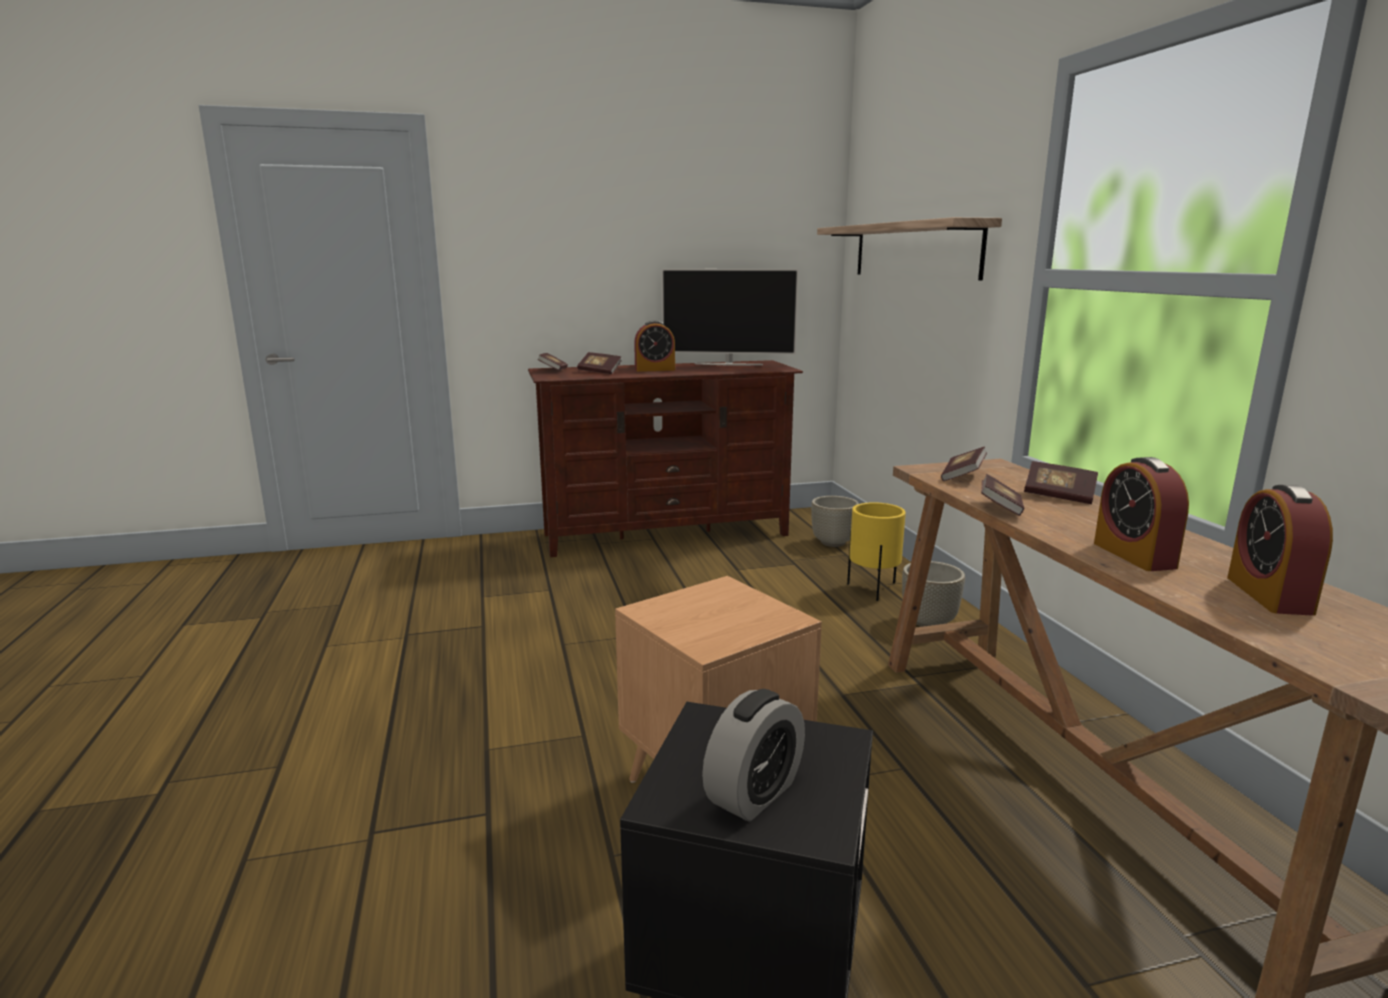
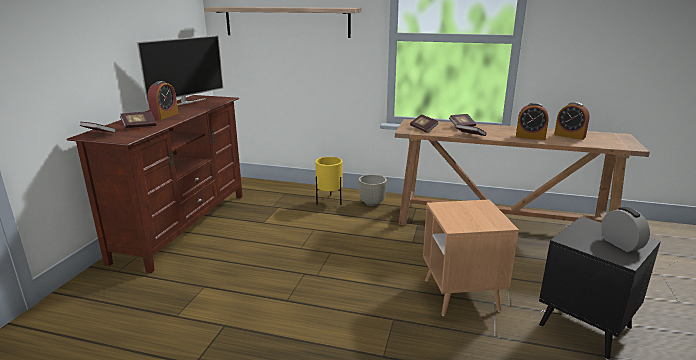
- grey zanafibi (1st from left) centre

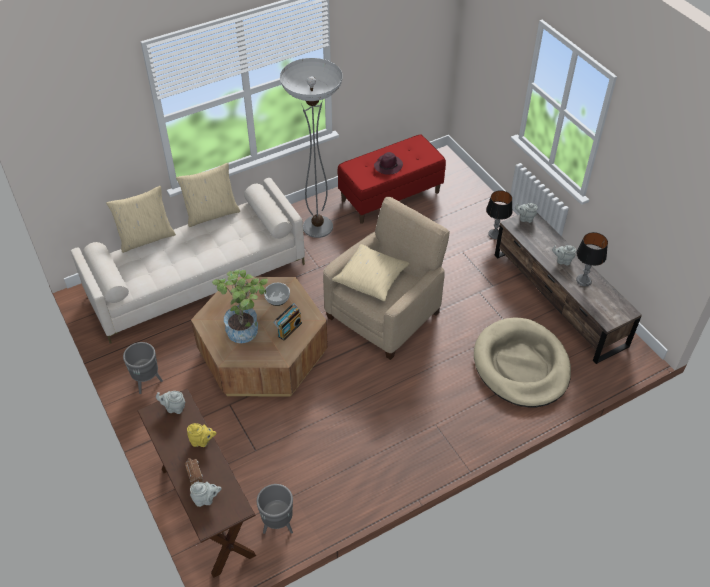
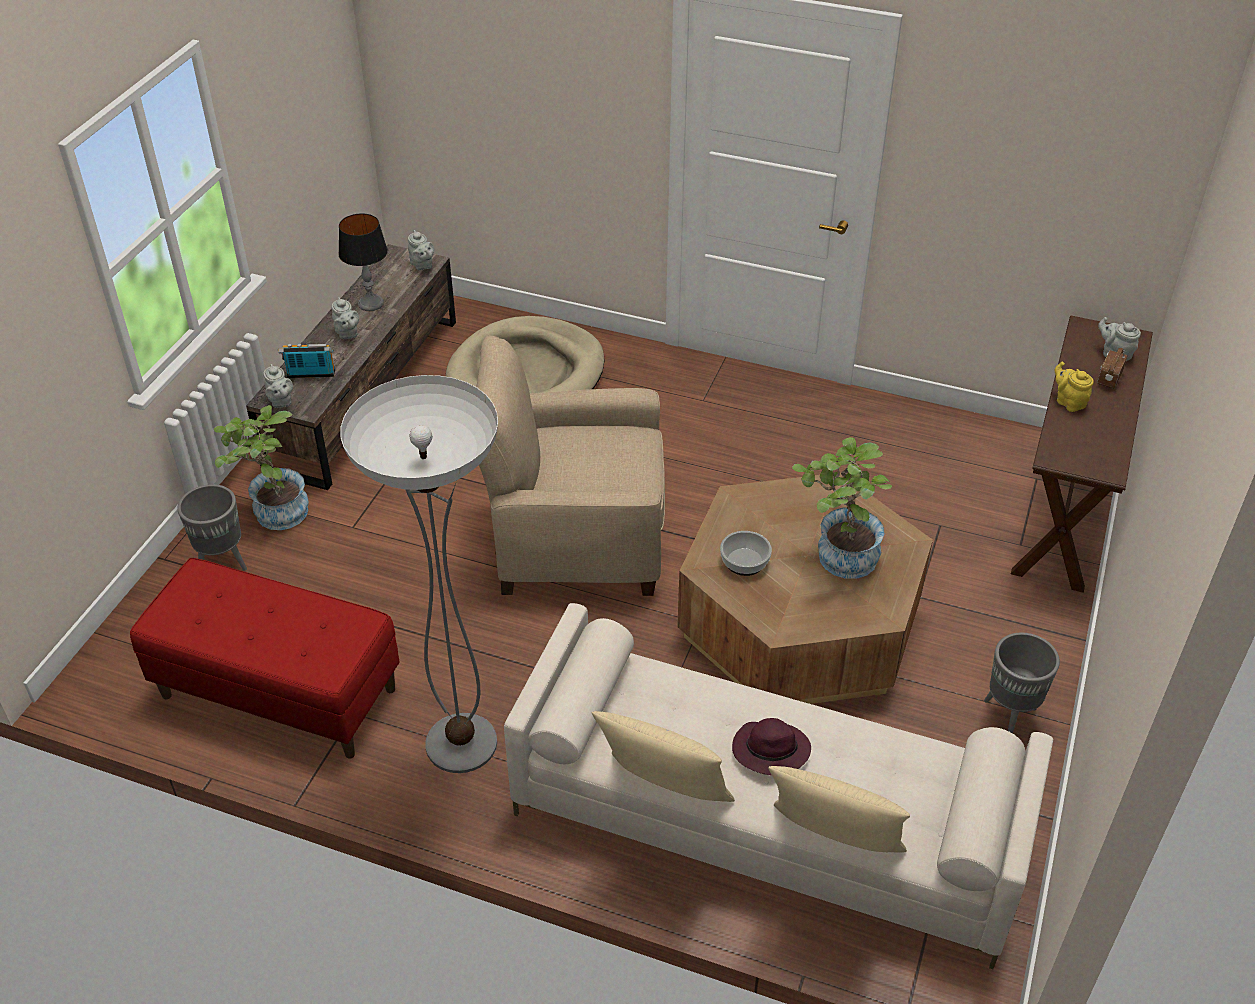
- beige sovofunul (3rd from left) centre
~ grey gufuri (1st from left in the first image) bottom left to grey gufuri (3rd from left) top centre
~ grey zanafibi (2nd from left in the first image) bottom centre to grey zanafibi (1st from left) middle left
~ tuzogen (2nd from left in the first image) centre to tuzogen (1st from left) middle left
~ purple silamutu top centre to bottom centre
~ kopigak (1st from left) middle right to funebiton (1st from left) middle left

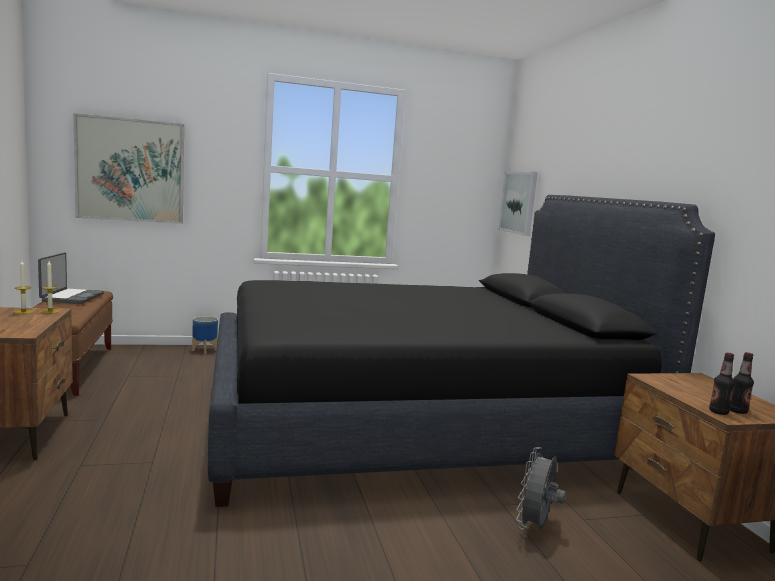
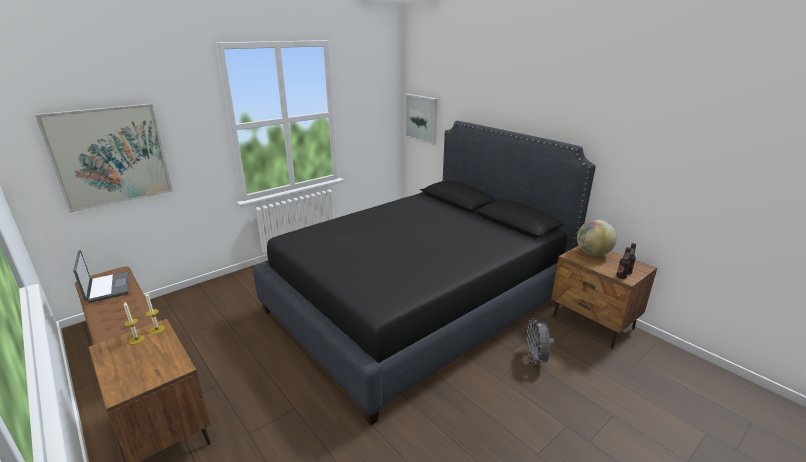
- zanafibi middle left
+ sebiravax middle right

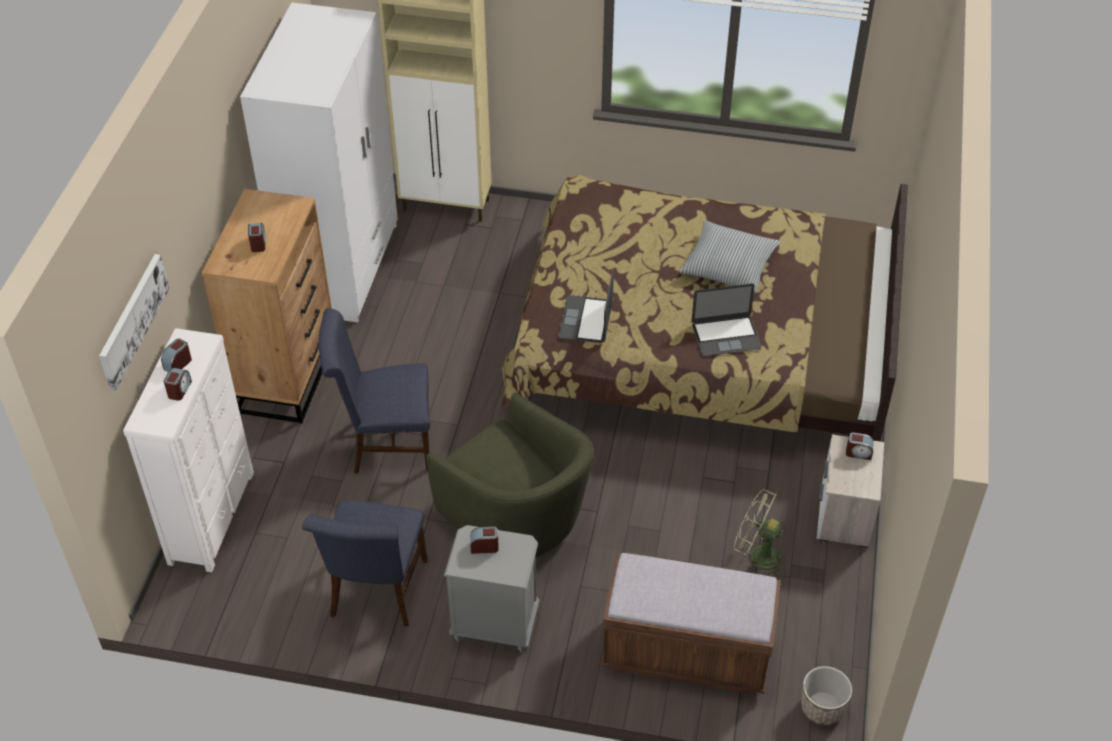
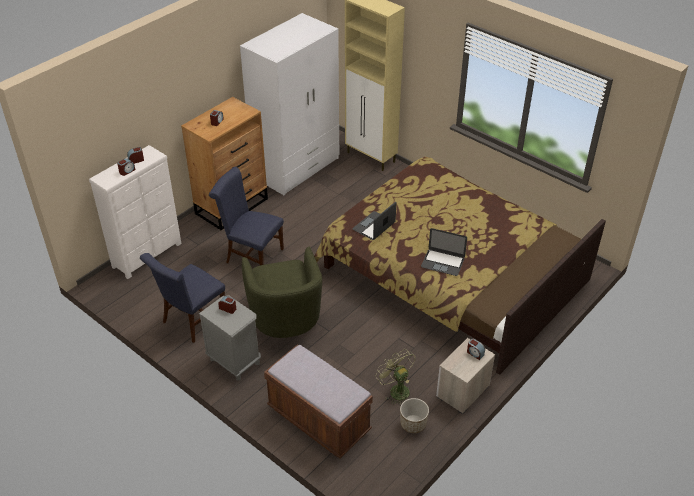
- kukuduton middle left
- sovofunul centre
~ zanafibi bottom right to bottom centre

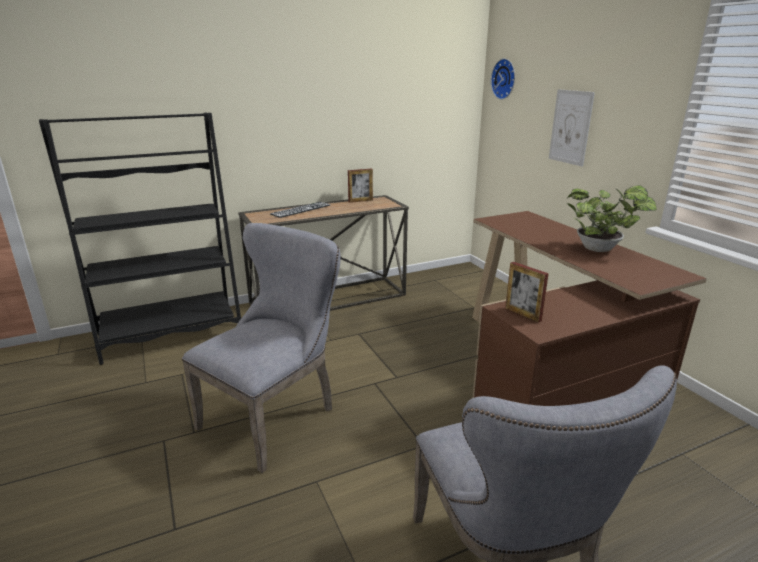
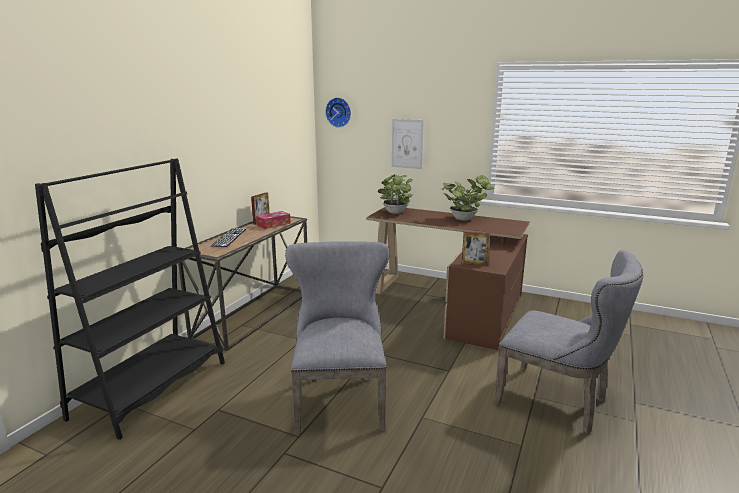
+ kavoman centre
+ funebiton (1st from left) centre

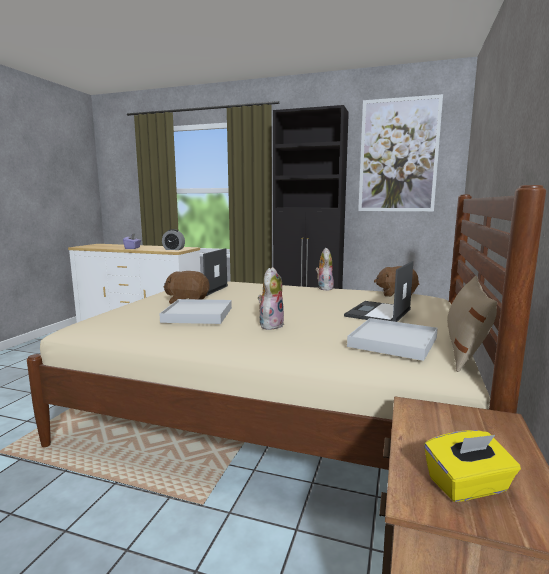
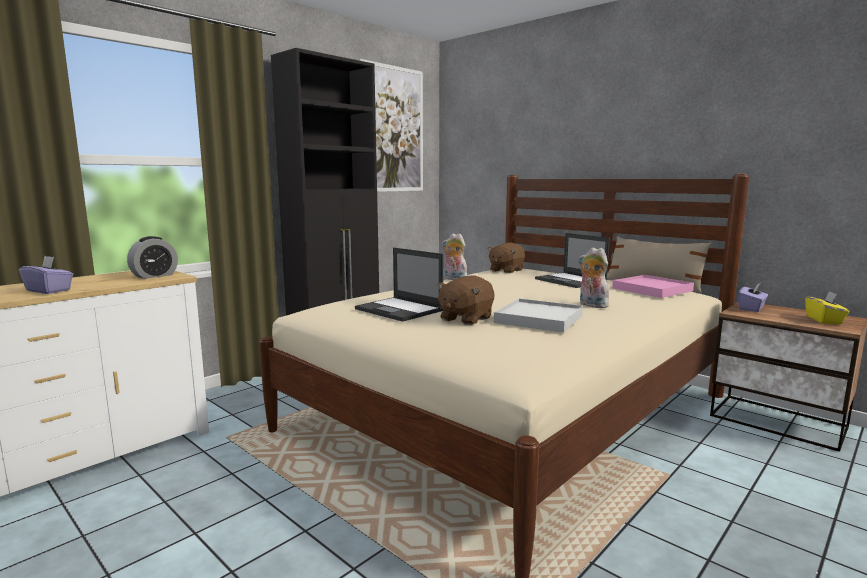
+ purple kavoman (2nd from left) middle right
~ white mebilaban (2nd from left) middle right to pink mebilaban middle right

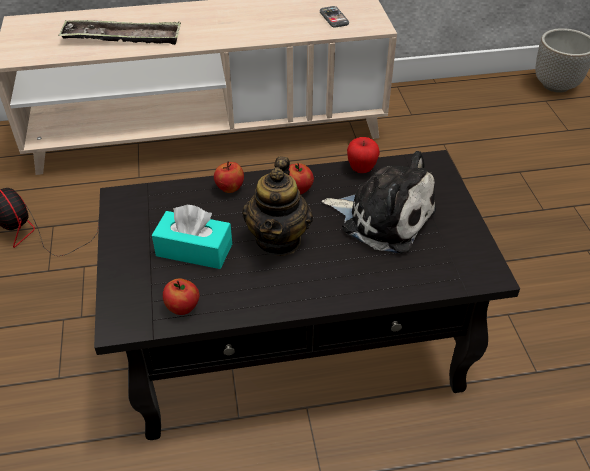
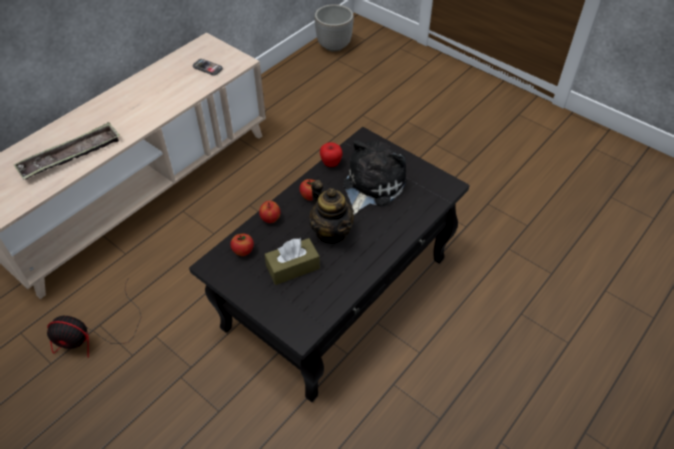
~ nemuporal (1st from left) middle left to centre
~ turquoise kavoman middle left to brown kavoman centre
~ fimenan centre = centre 45 degrees counterclockwise

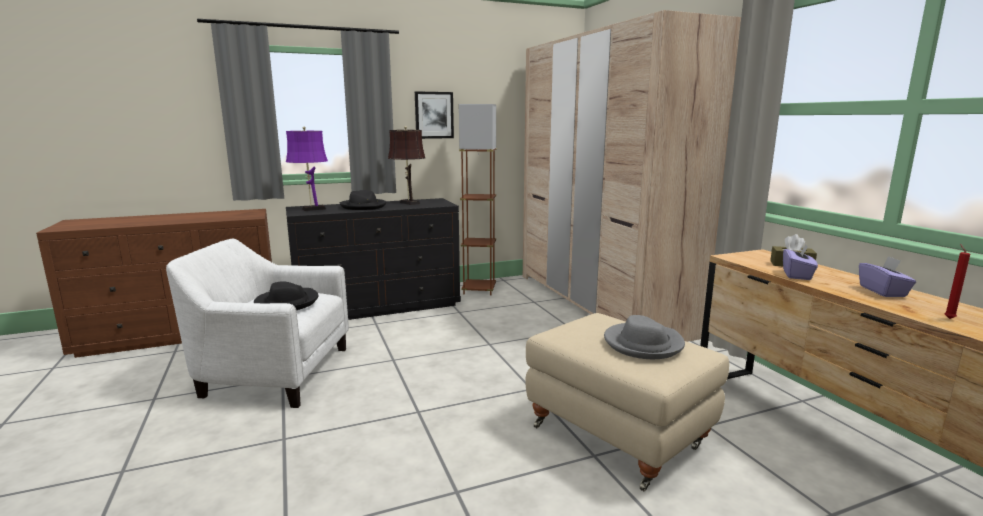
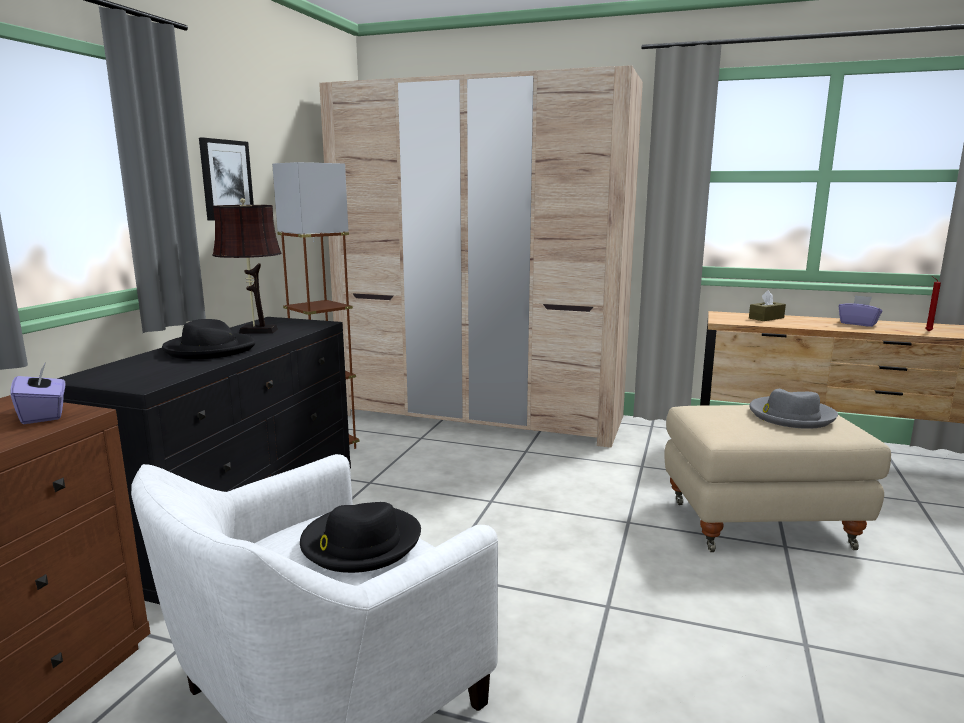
- purple kopigak top left
~ purple kavoman (1st from left) middle right to middle left

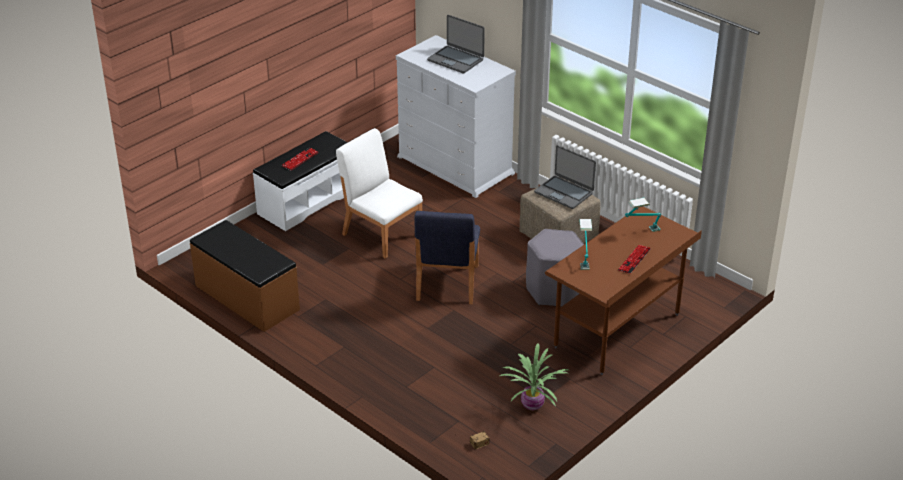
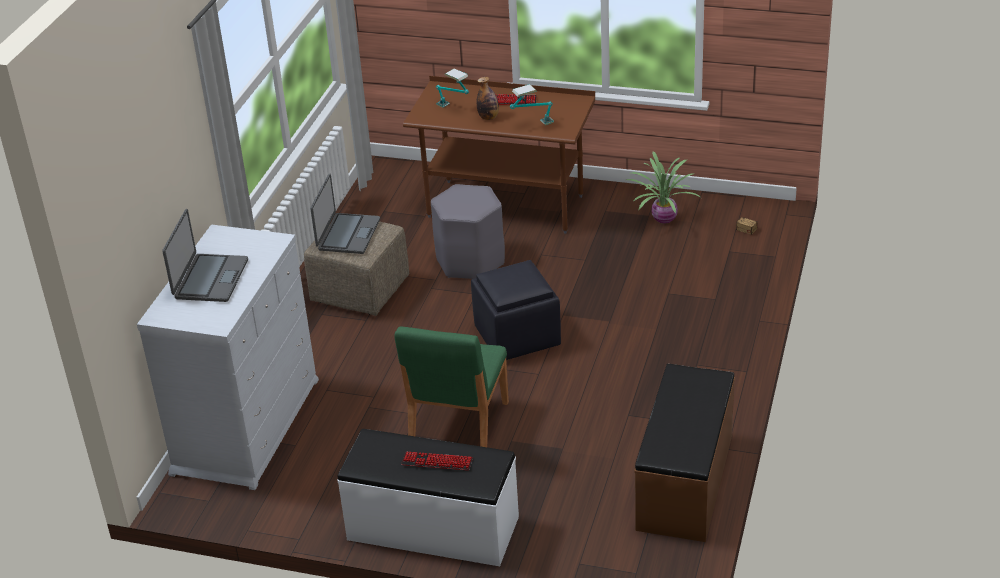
+ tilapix top centre
~ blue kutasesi centre to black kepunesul centre
~ white kutasesi centre to green kutasesi bottom centre

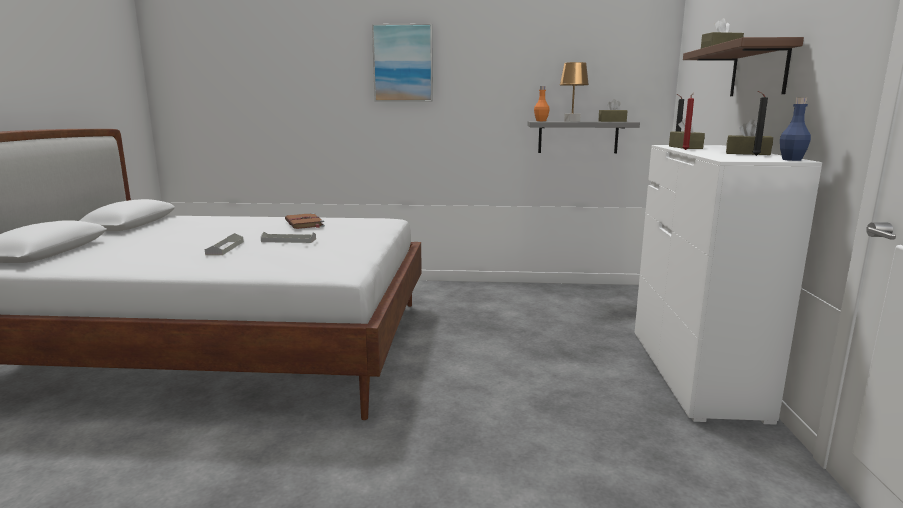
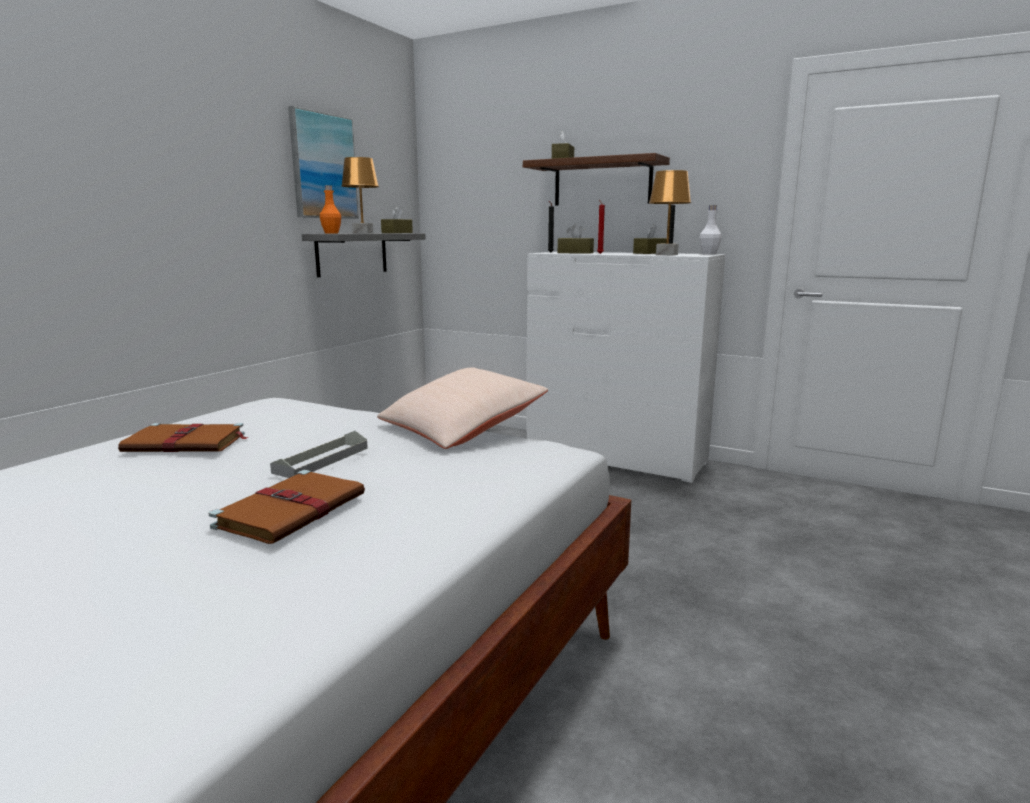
+ beige sovofunul centre
+ brown kopigak (2nd from left) top centre
~ kukuduton top centre to top left
~ grey mebilaban (1st from left) middle left to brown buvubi (2nd from left) middle left
~ blue tilapix top right to white tilapix top right

